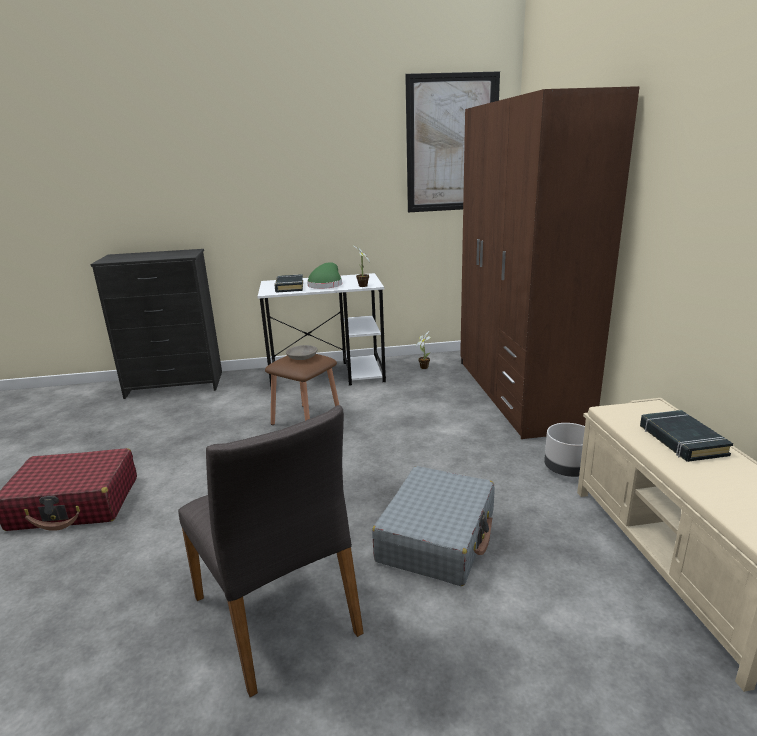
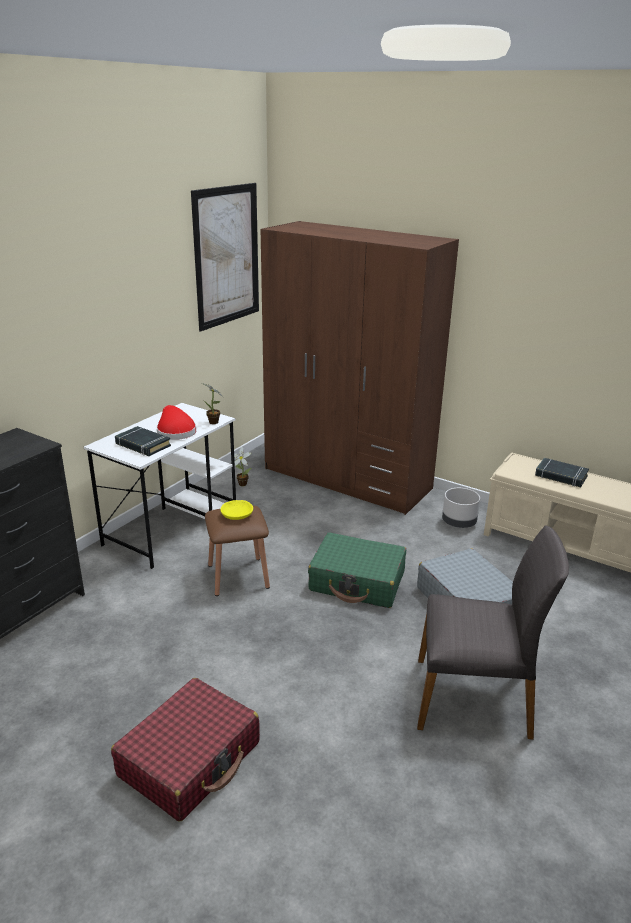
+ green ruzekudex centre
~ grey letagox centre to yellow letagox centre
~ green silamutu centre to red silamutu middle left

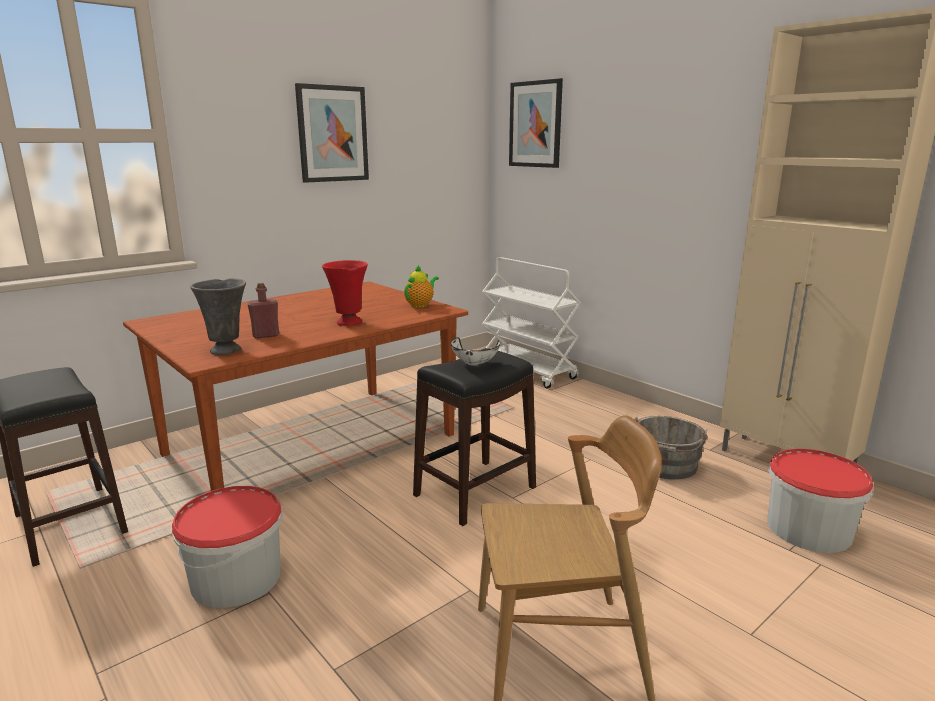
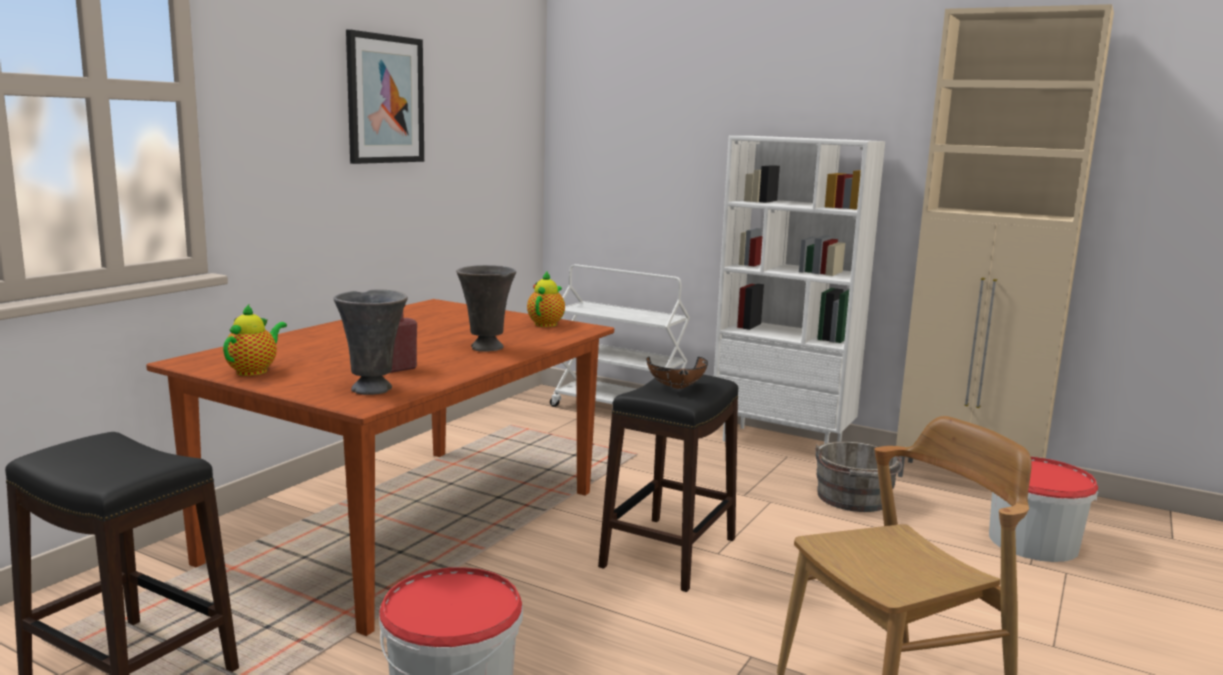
- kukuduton (2nd from left) top centre
+ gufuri (1st from left) middle left
+ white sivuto centre
~ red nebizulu centre to grey nebizulu (2nd from left) centre
~ white letagox centre to brown letagox centre

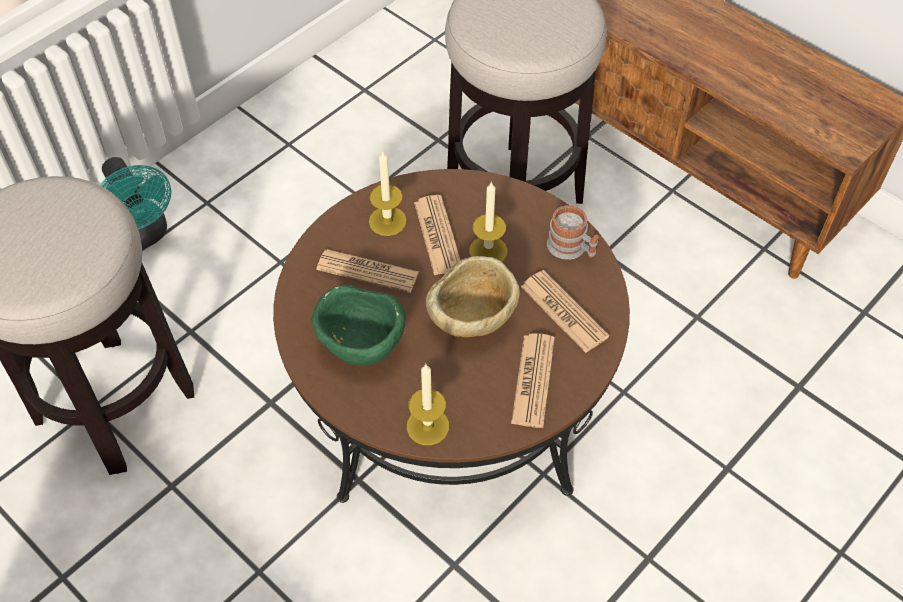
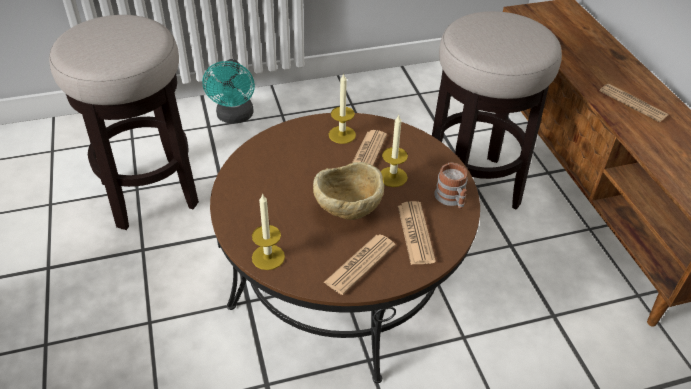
- green letagox centre
~ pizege (1st from left in the first image) centre to pizege (4th from left) top right

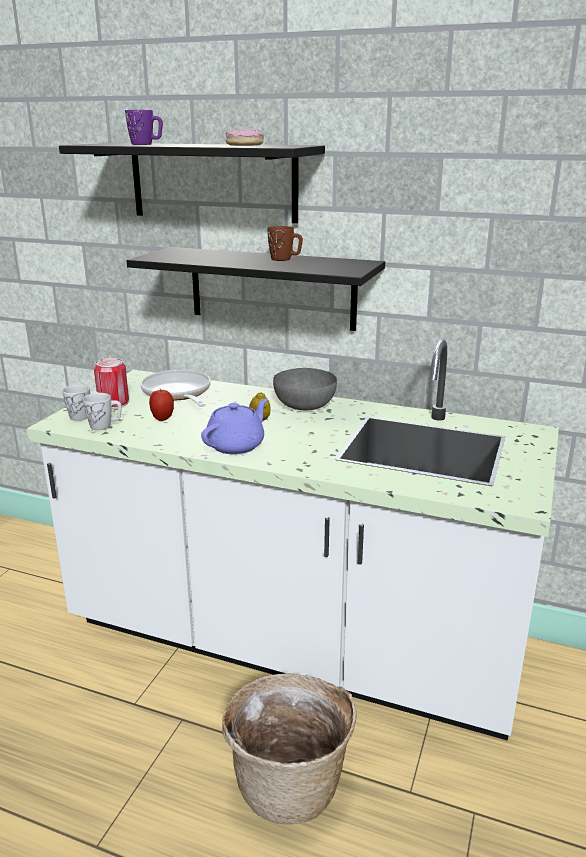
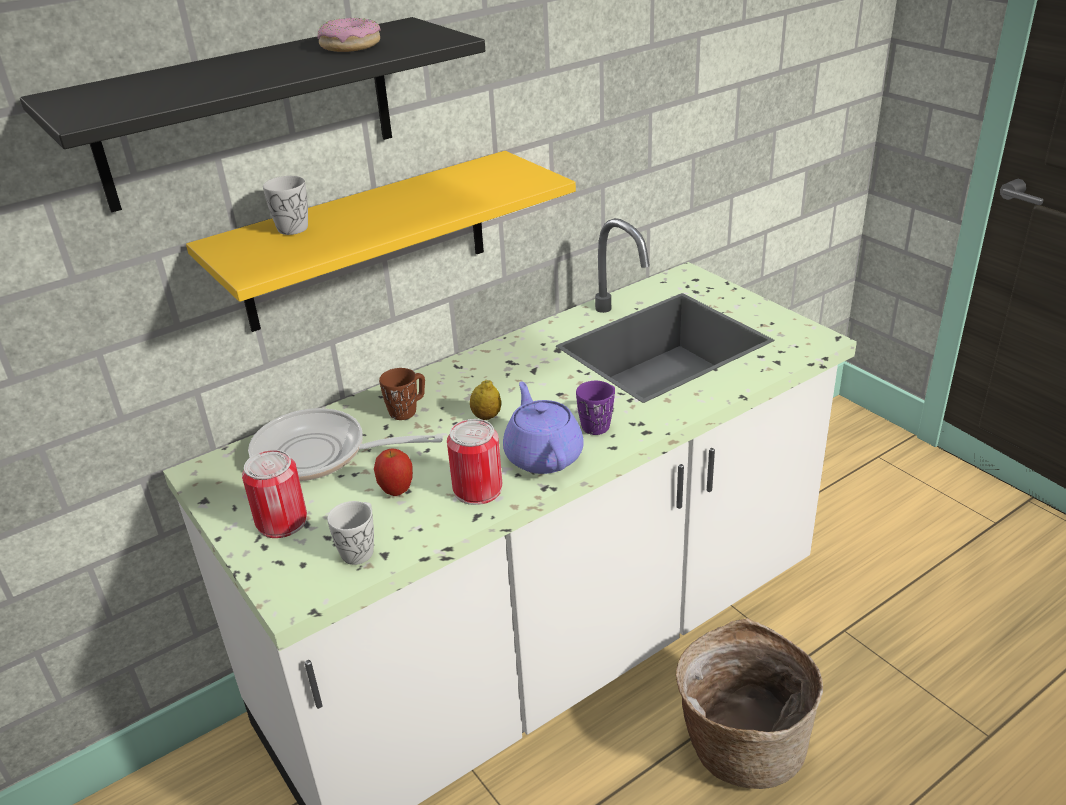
- grey letagox centre
+ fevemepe (2nd from left) centre
~ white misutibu (1st from left) middle left to top left
~ purple misutibu top left to centre
~ brown misutibu top centre to centre
~ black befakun (2nd from left) centre to yellow befakun top centre

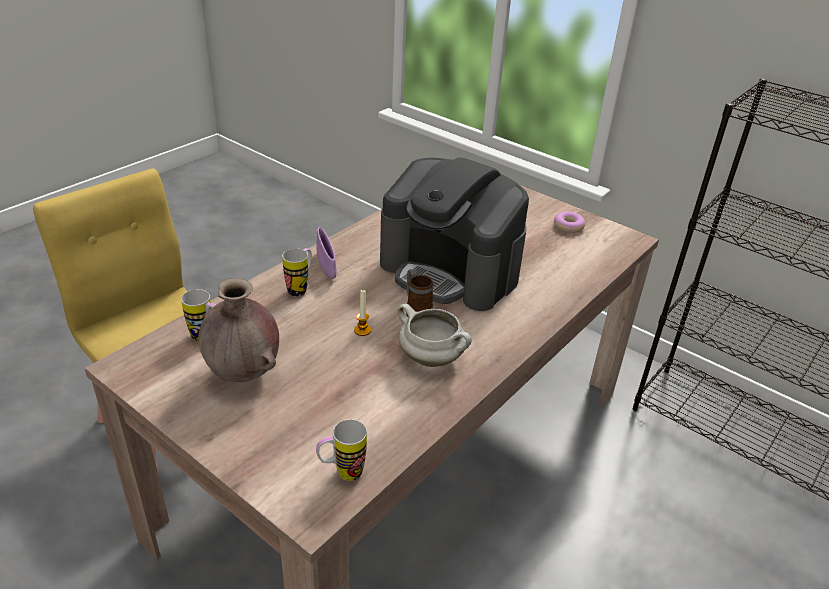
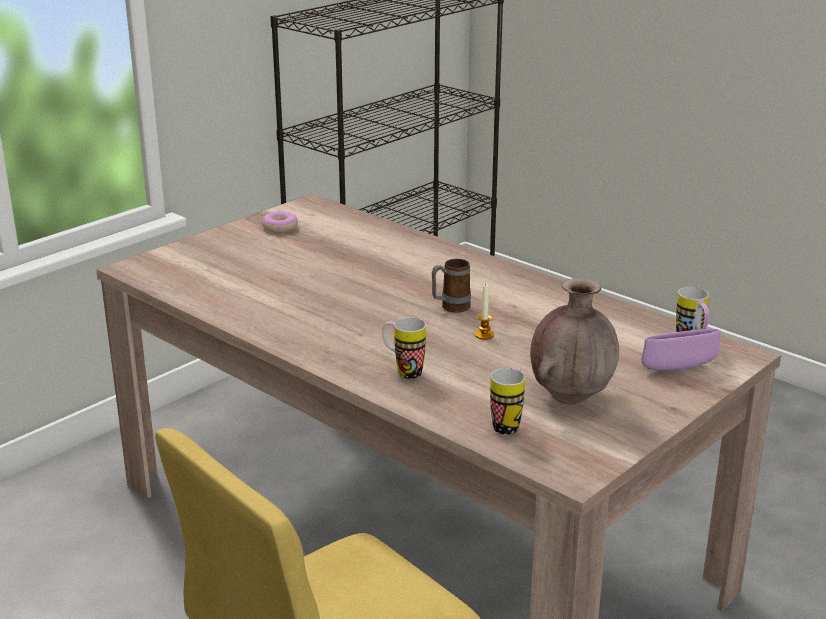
- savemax centre
- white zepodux centre
~ purple letagox centre to middle right

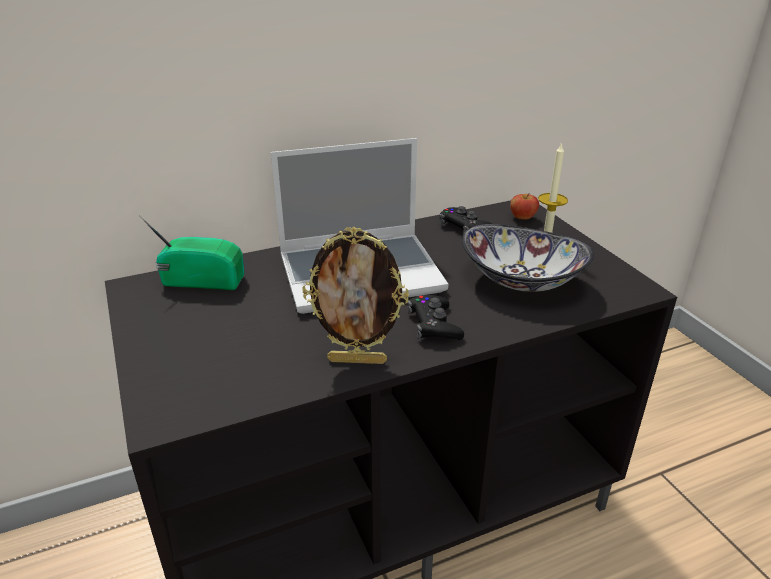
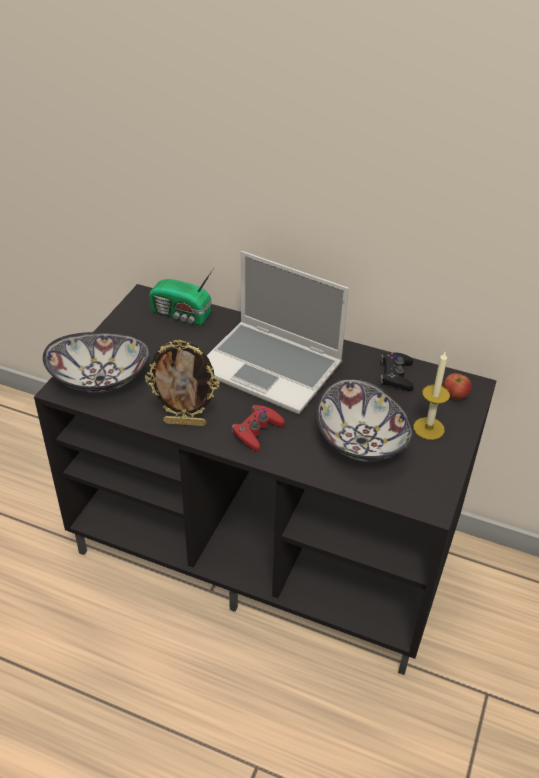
+ letagox (1st from left) middle left
~ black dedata (1st from left) centre to red dedata centre
~ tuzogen middle left = centre 150 degrees clockwise
~ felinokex centre = centre 45 degrees counterclockwise

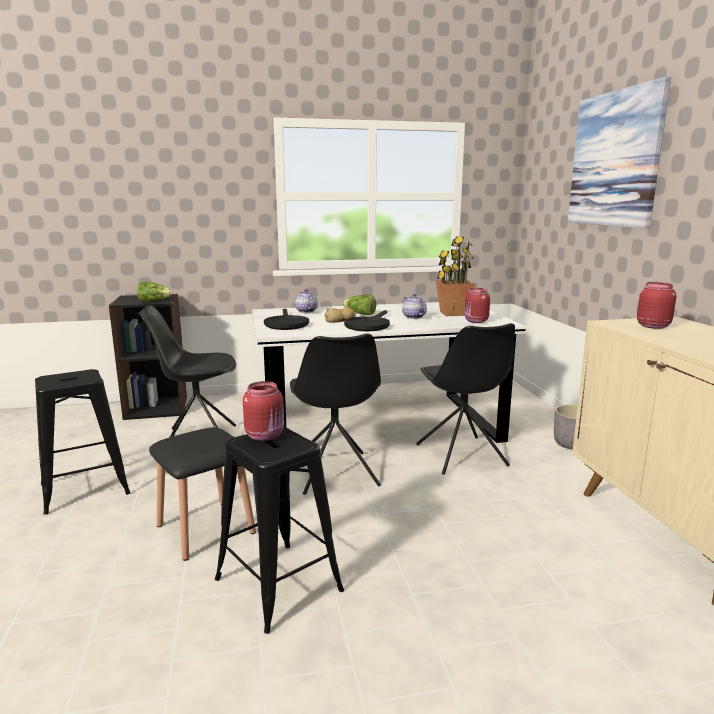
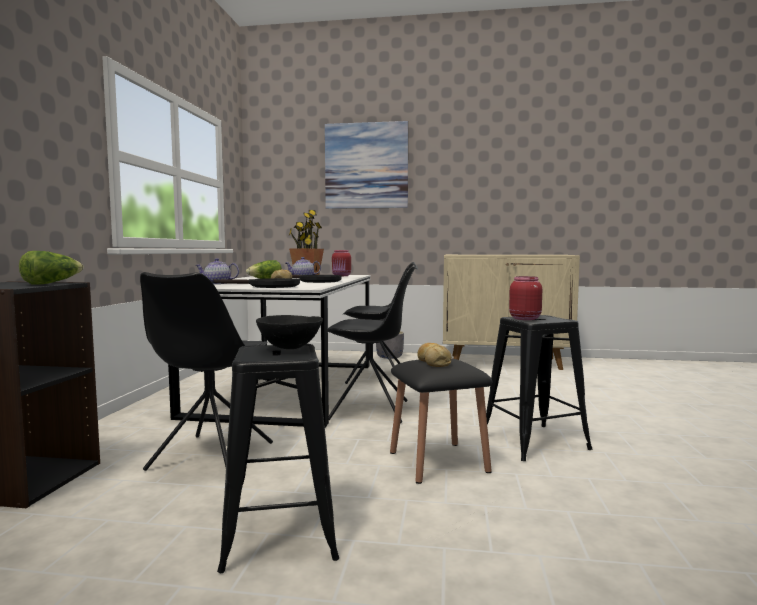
- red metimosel (3rd from left) middle right
+ black letagox centre
+ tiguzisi (2nd from left) centre

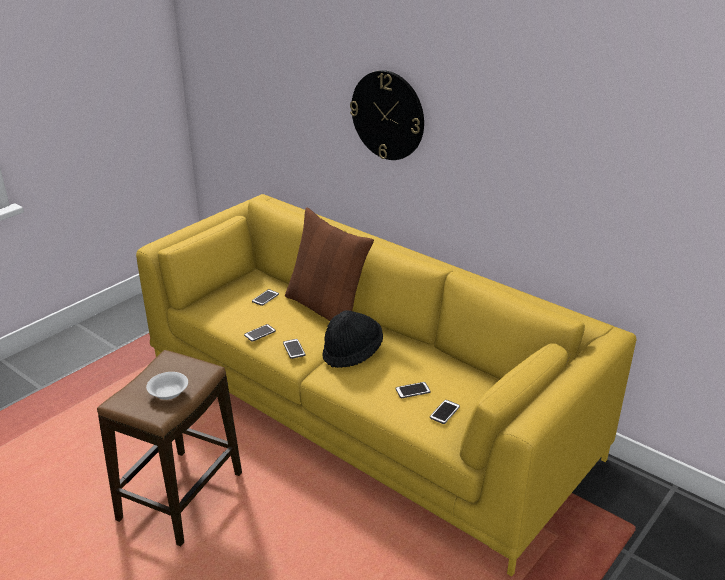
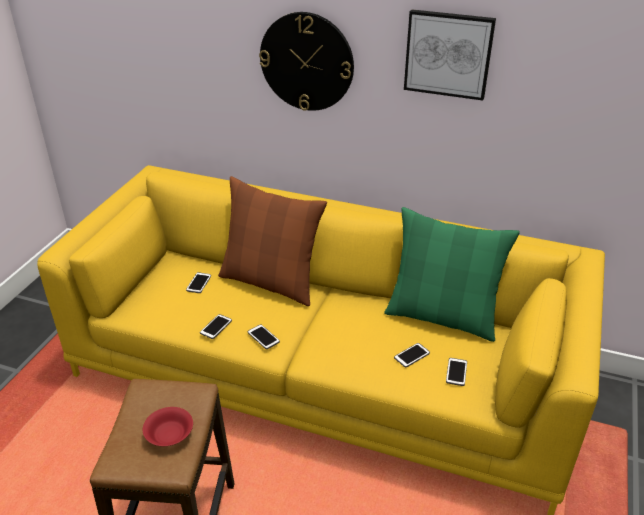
- black silamutu centre
+ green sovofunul middle right
+ kukuduton top right
~ white letagox middle left to red letagox bottom left

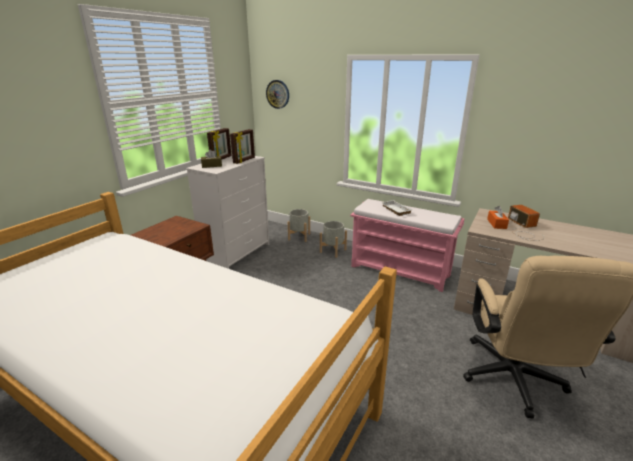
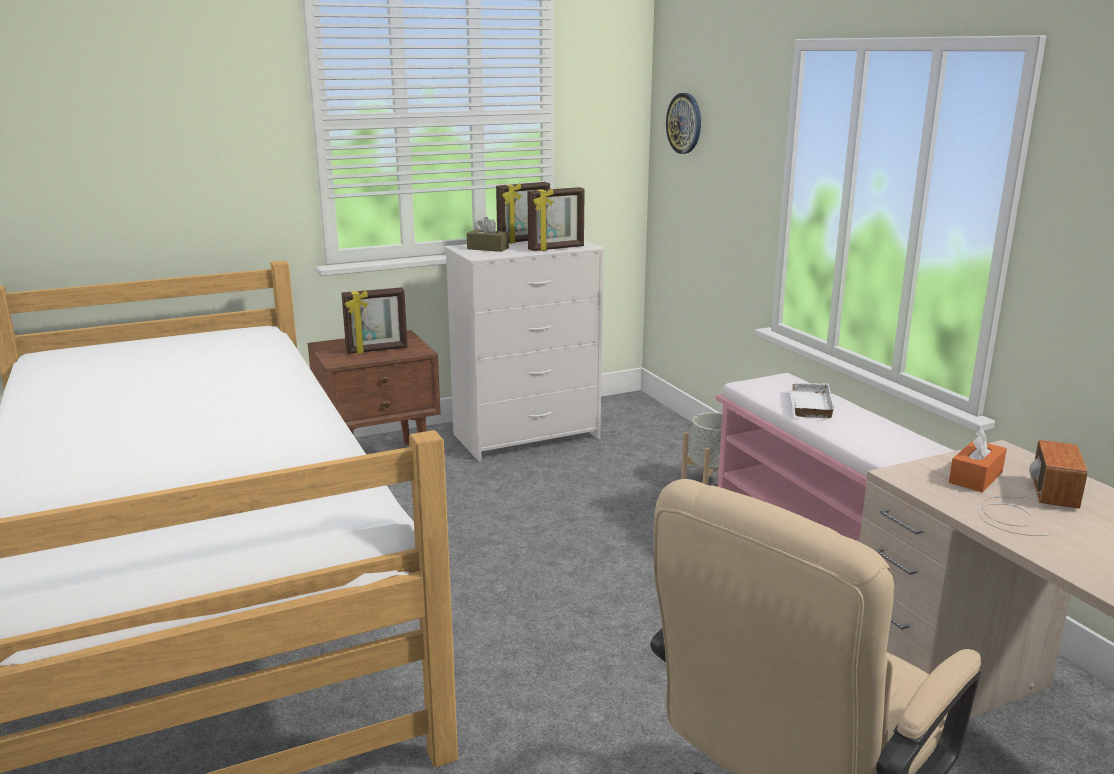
- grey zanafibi (1st from left) centre
+ felinokex (1st from left) centre

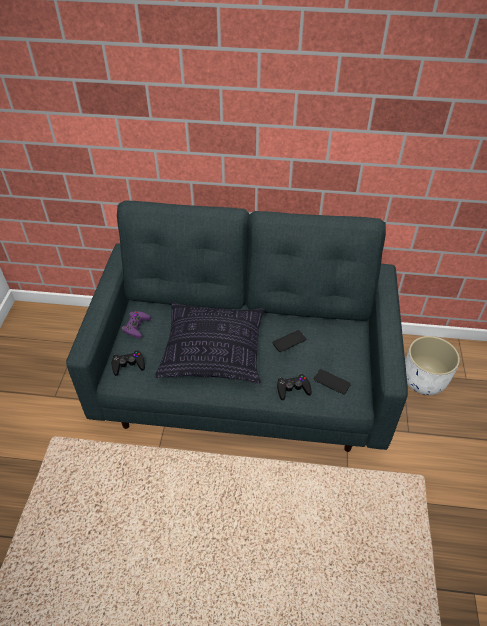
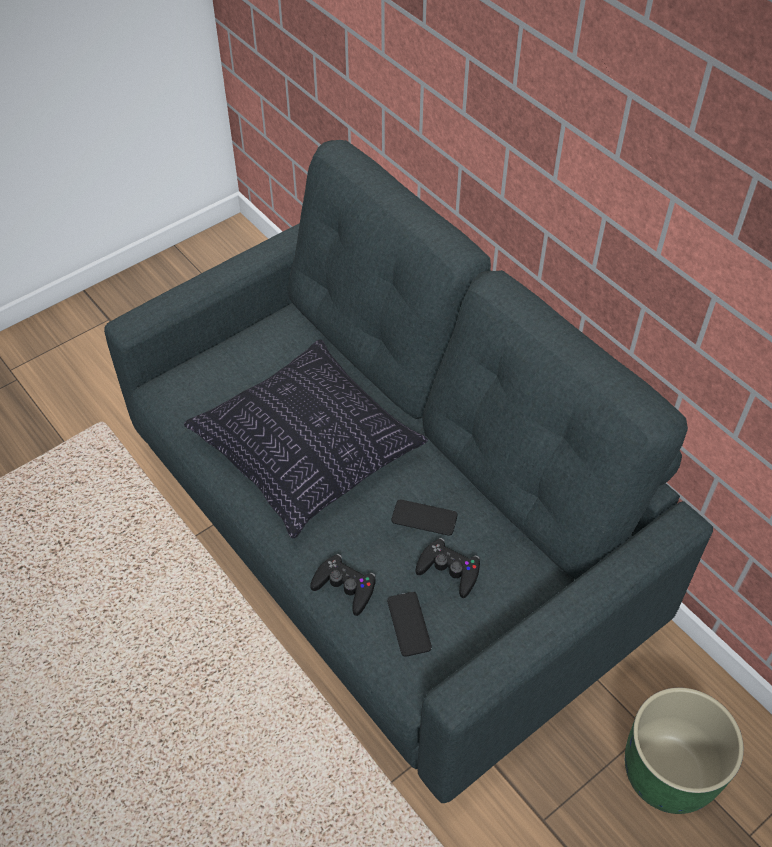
- purple dedata middle left
~ black dedata (1st from left in the first image) middle left to black dedata (2nd from left) bottom centre
~ white zanafibi middle right to green zanafibi bottom right

